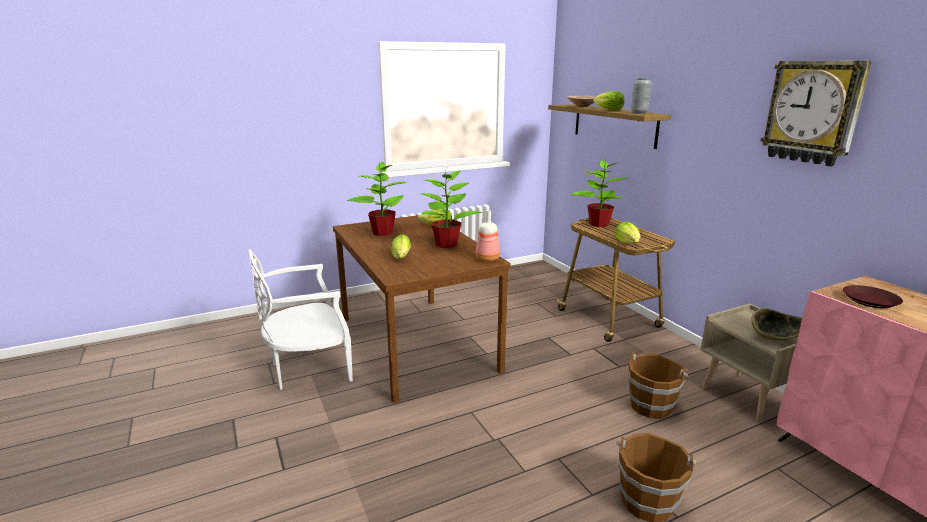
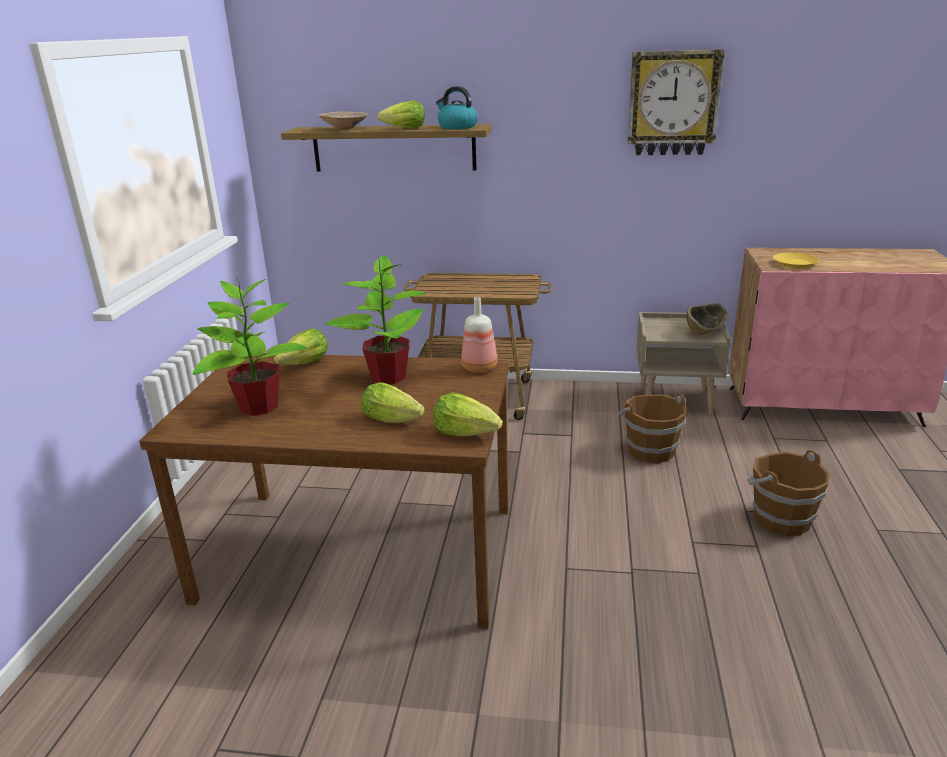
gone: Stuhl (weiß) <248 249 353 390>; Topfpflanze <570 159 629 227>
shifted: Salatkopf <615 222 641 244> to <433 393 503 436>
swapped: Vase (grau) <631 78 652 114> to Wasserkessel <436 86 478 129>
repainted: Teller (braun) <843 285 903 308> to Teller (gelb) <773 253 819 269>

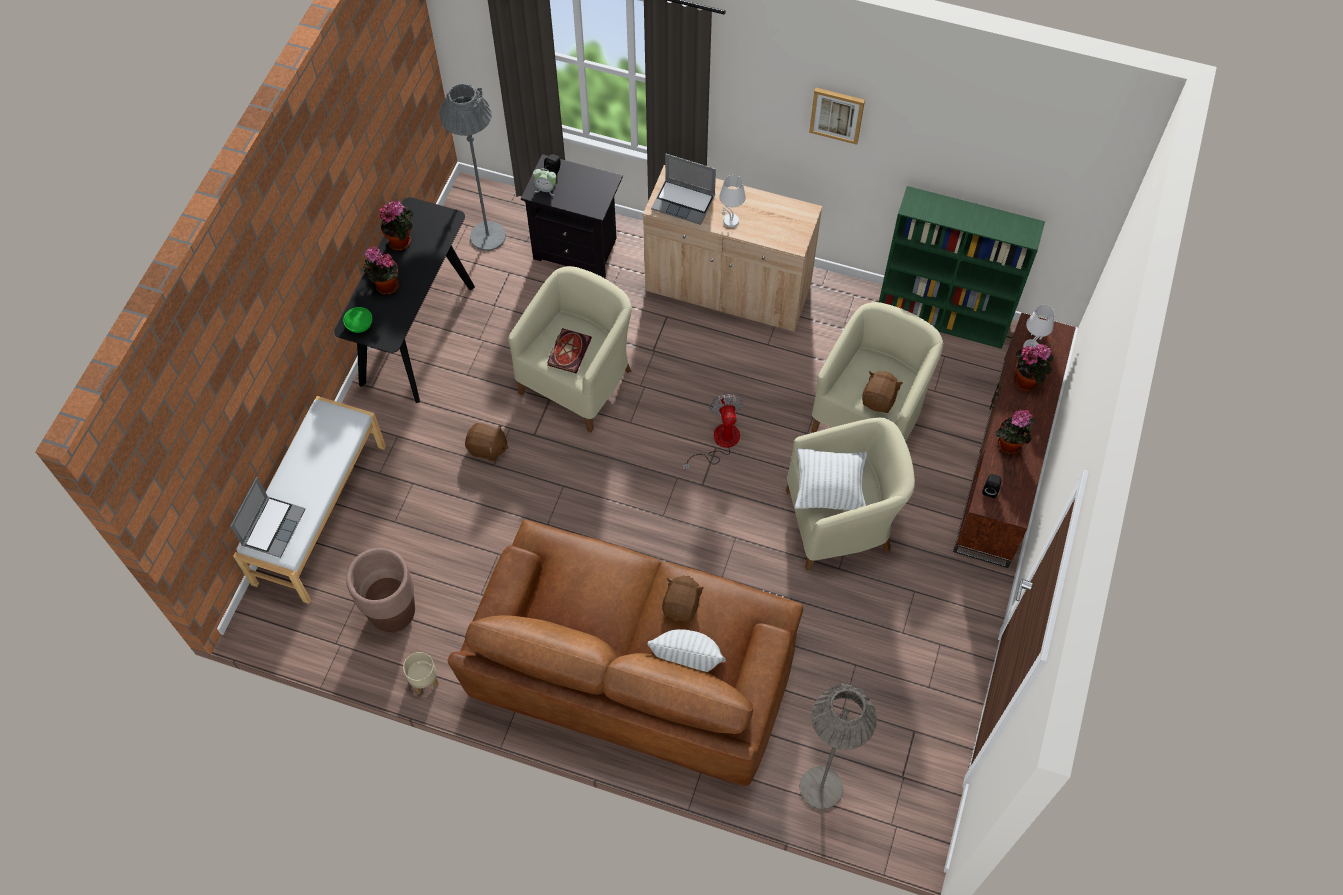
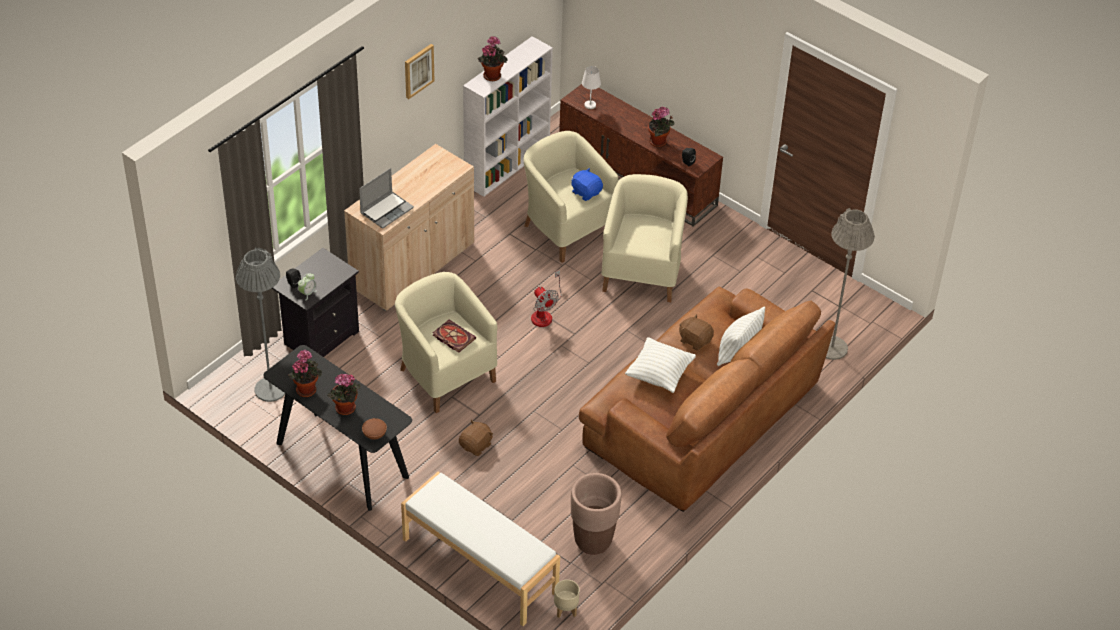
gone: Laptop <231 477 305 558>; Tischlampe (weiß) <719 175 746 228>
shifted: Pflanzkübel (beige) <403 652 439 694> to <554 580 580 618>; Kissen (weiß) <794 448 867 510> to <625 337 696 393>; Topfpflanze <1014 344 1053 391> to <478 36 507 81>
repainted: Schüssel (grün) <343 307 372 333> to Schüssel (braun) <362 418 387 440>; Plüschtier (braun) <862 371 903 413> to Plüschtier (blau) <571 168 603 201>; Bücherregal (grün) <879 186 1045 349> to Bücherregal (weiß) <463 36 553 197>
rotated: Ventilator <683 394 743 470> = <531 270 562 327> 135 degrees counterclockwise

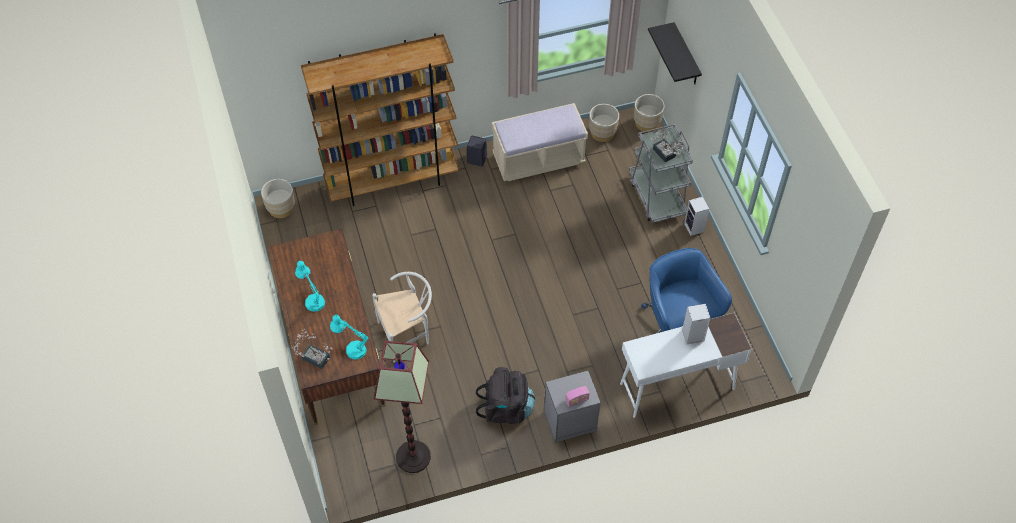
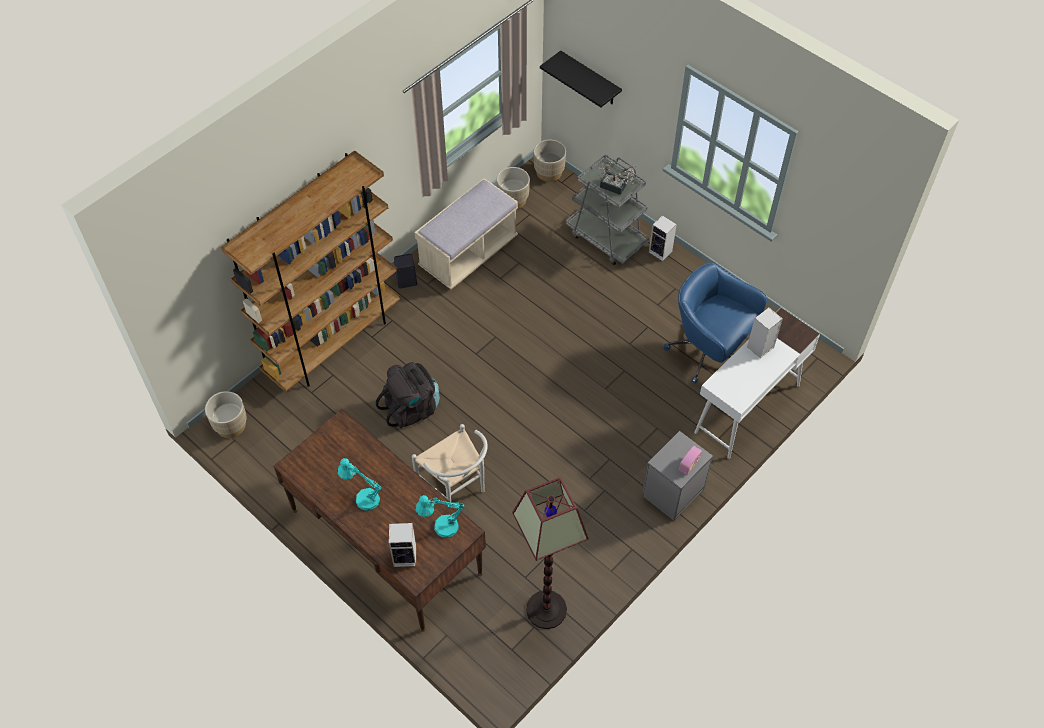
shifted: Rucksack (schwarz) <476 367 535 424> to <376 362 440 429>
swapped: Topfpflanze <291 329 333 369> to Lautsprecher <389 523 416 567>
rotated: Stuhl (weiß) <372 272 432 363> = <412 424 487 502> 105 degrees clockwise

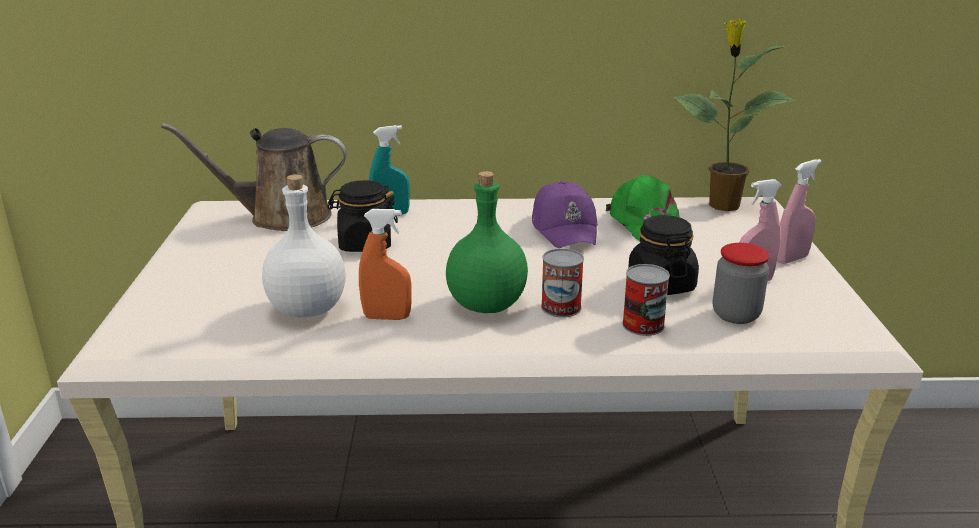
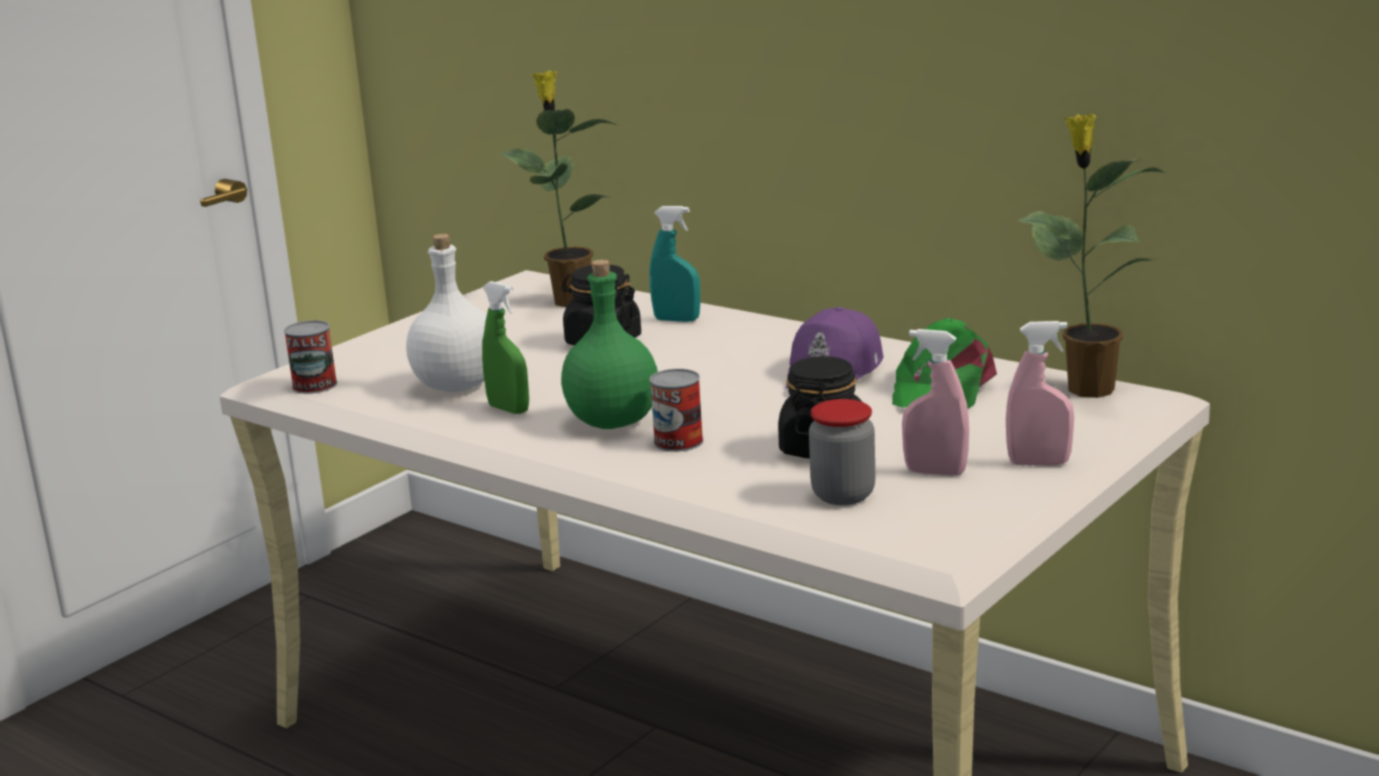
shifted: Dose <622 264 670 336> to <284 320 337 394>
swapped: Gießkanne (braun) <161 123 347 231> to Topfpflanze <500 71 620 307>
repainted: Sprühflasche (orange) <359 209 412 320> to Sprühflasche (grün) <482 281 529 414>

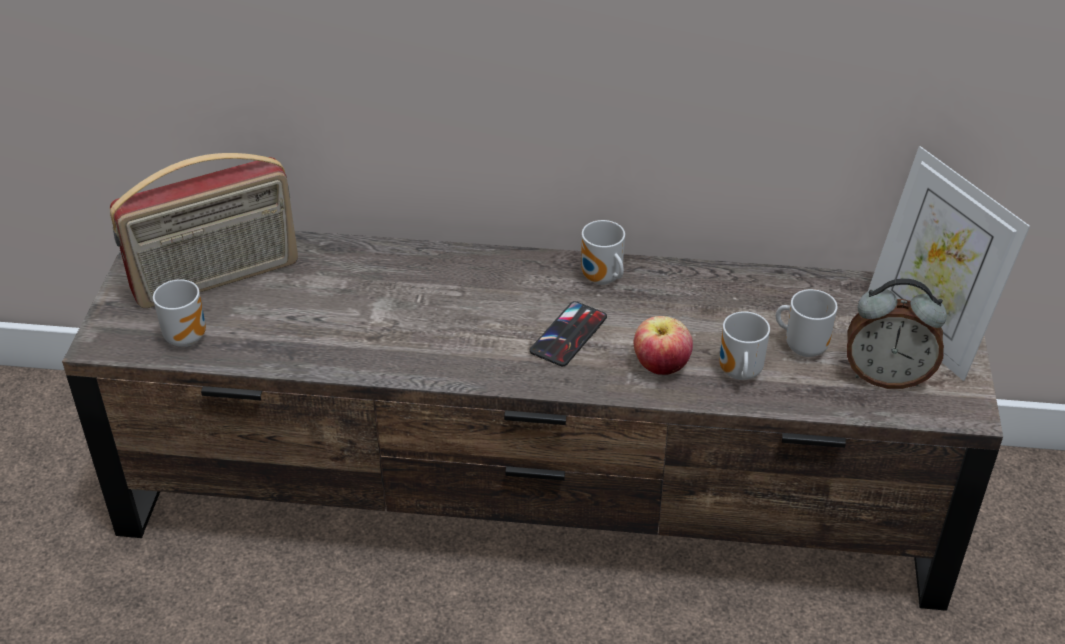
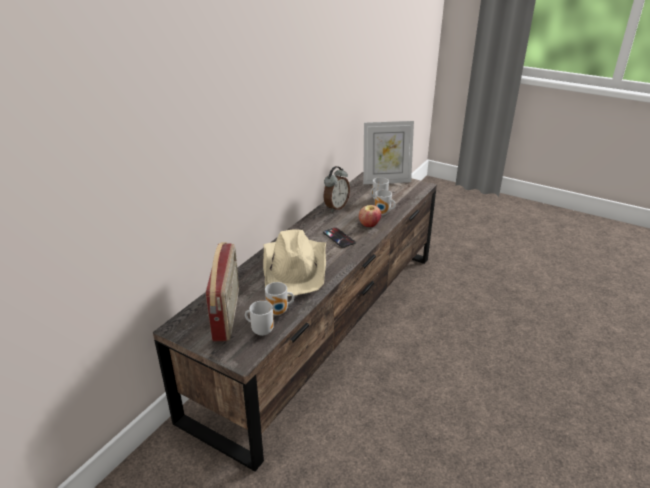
new: Hut (beige) <263 229 326 296>
shifted: Henkelbecher <581 220 625 285> to <265 282 294 315>; Wecker <847 278 947 389> to <324 166 350 212>

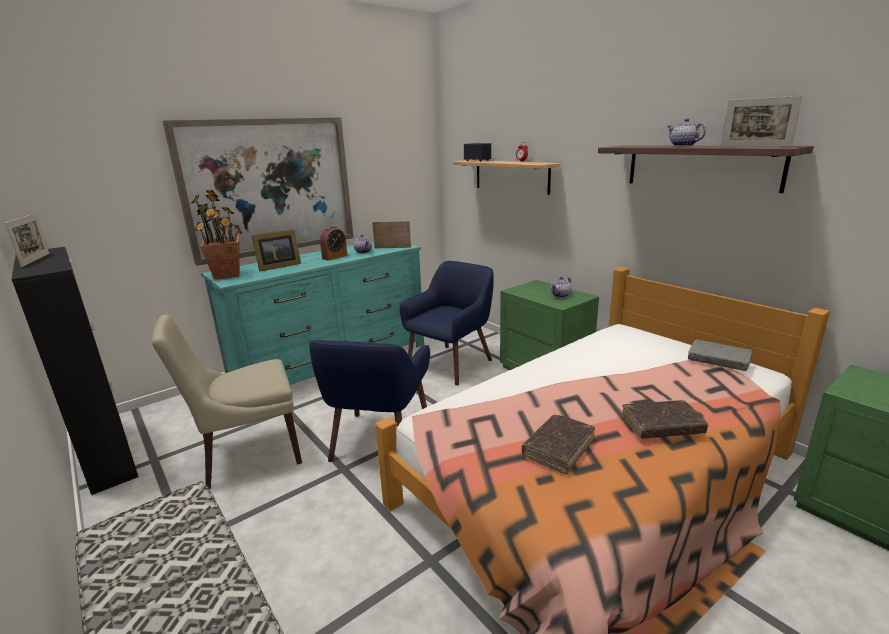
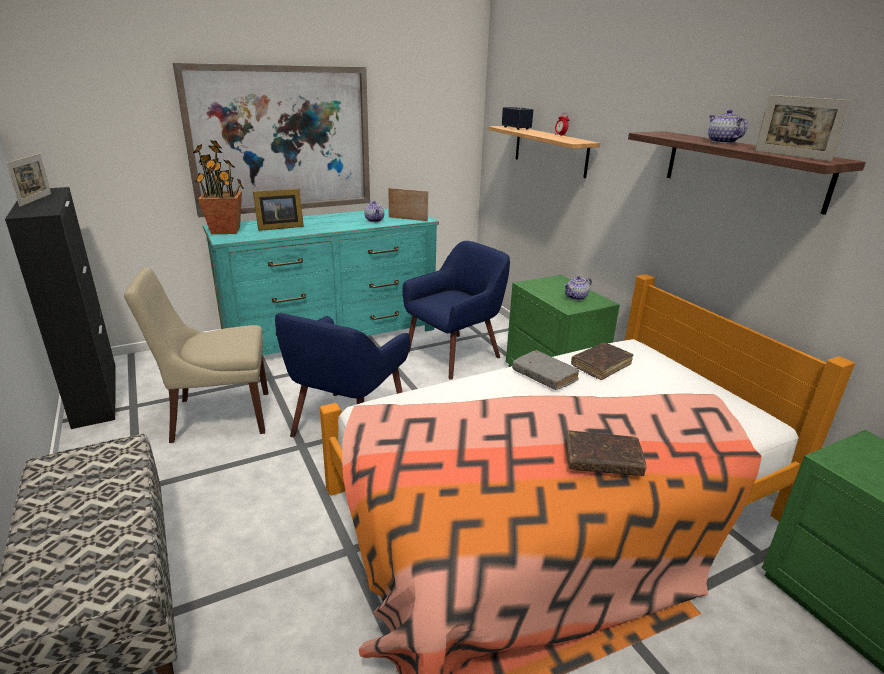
gone: Wecker <320 226 348 261>
shifted: Buch (braun) <522 415 595 474> to <571 343 633 380>; Buch (grau) <688 339 753 371> to <512 350 579 390>

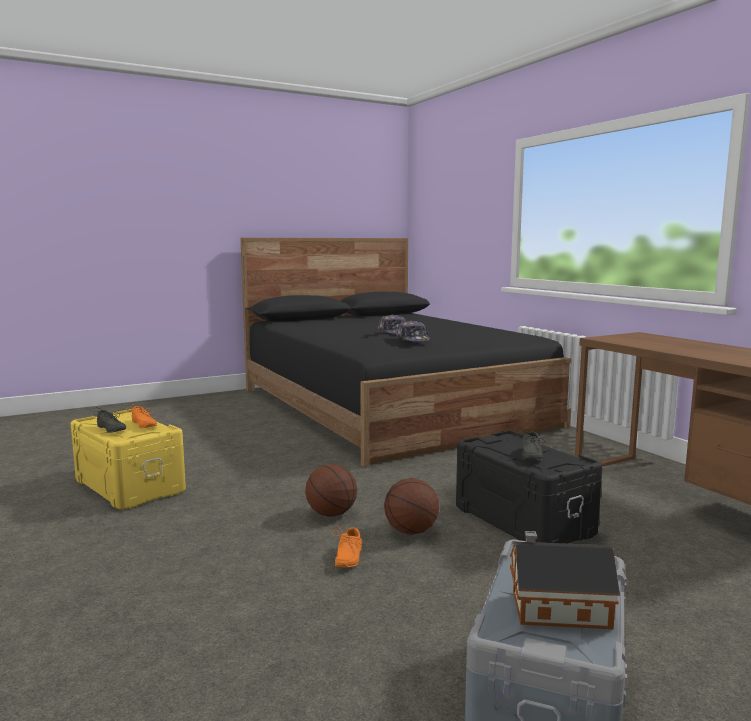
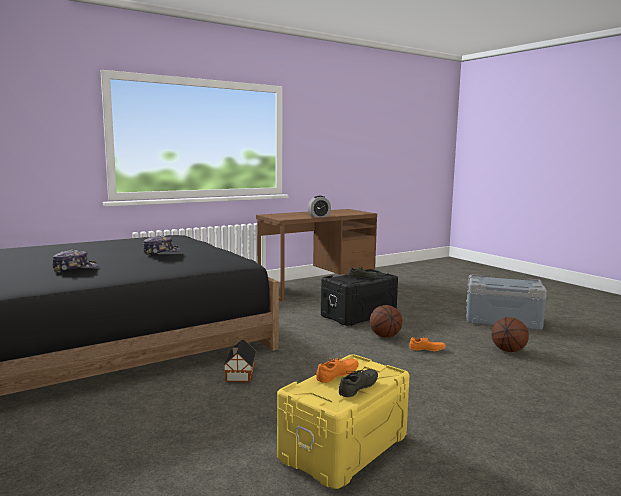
new: Wecker <308 196 331 217>
shifted: Basketball <305 464 357 517> to <491 317 529 352>; Kappe <396 320 430 342> to <52 250 99 272>; Spielzeughaus <510 531 620 630> to <223 340 256 382>

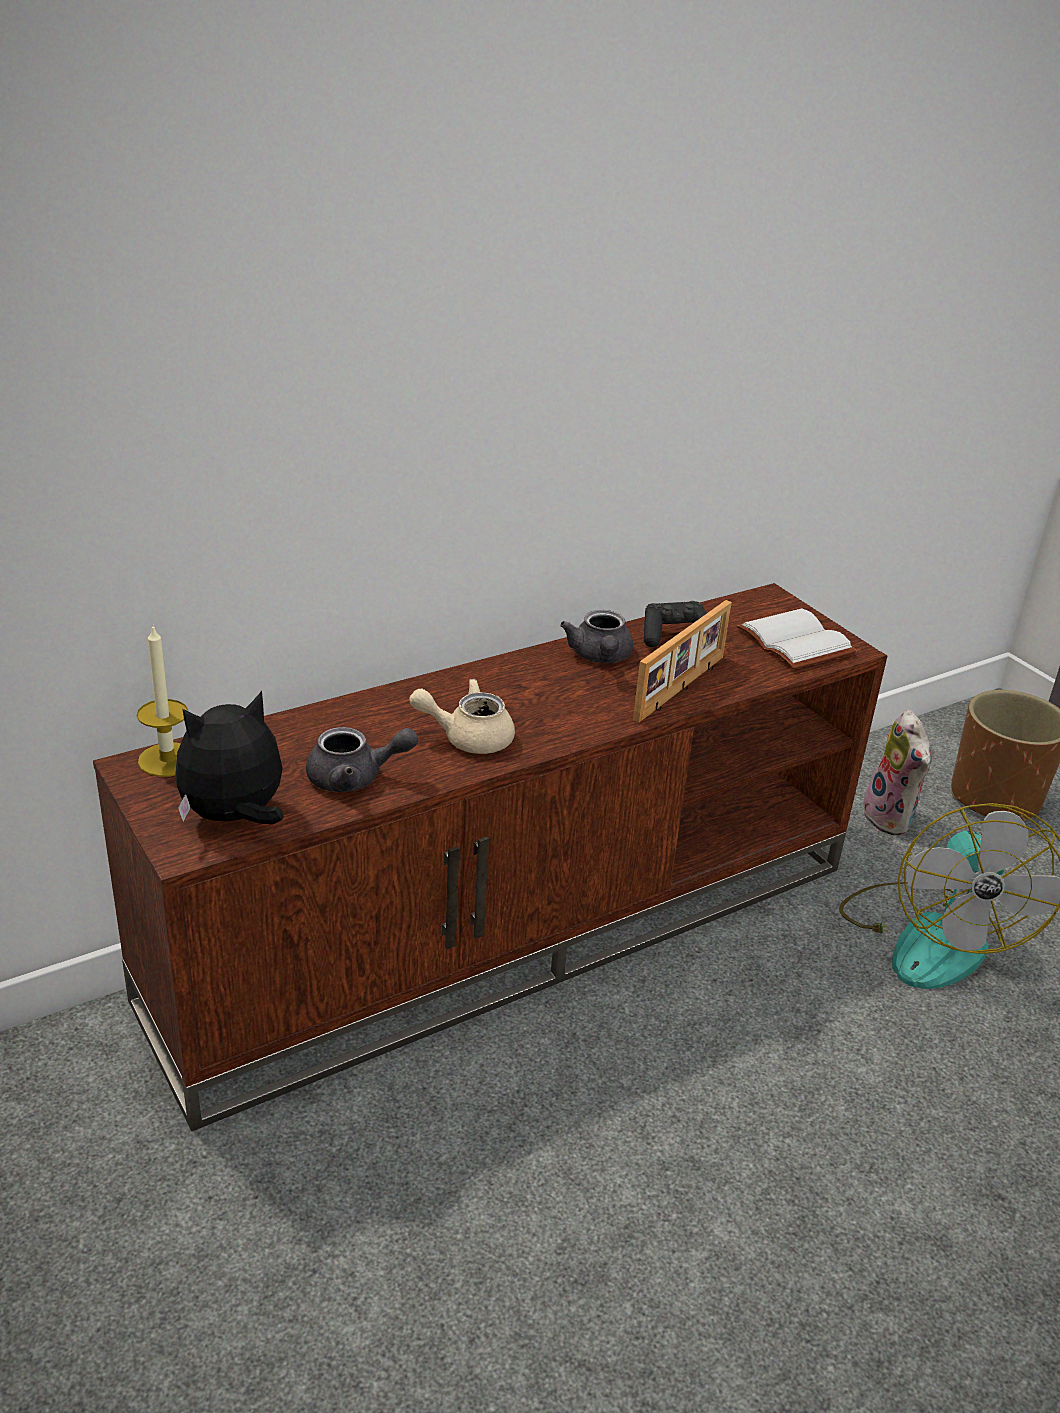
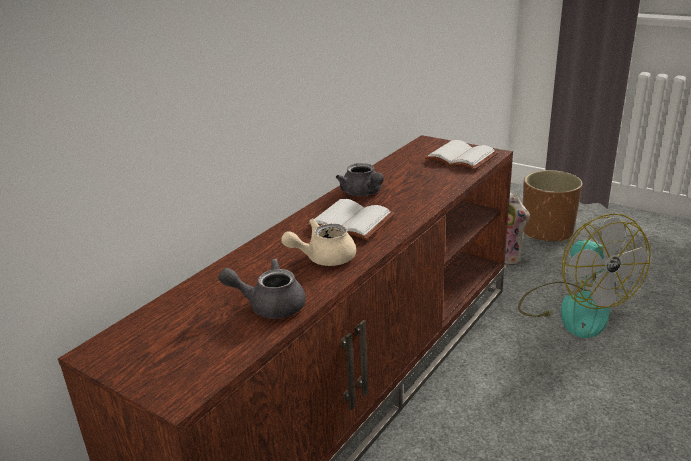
gone: Kerze <137 627 188 777>; Plüschtier <175 691 284 824>; Bilderrahmen <633 600 732 723>; Gamepad (schwarz) <644 601 707 647>
new: Buch (weiß) <307 199 395 240>
rotated: Teekanne (grau) <306 727 418 792> = <218 259 306 319> 150 degrees counterclockwise

